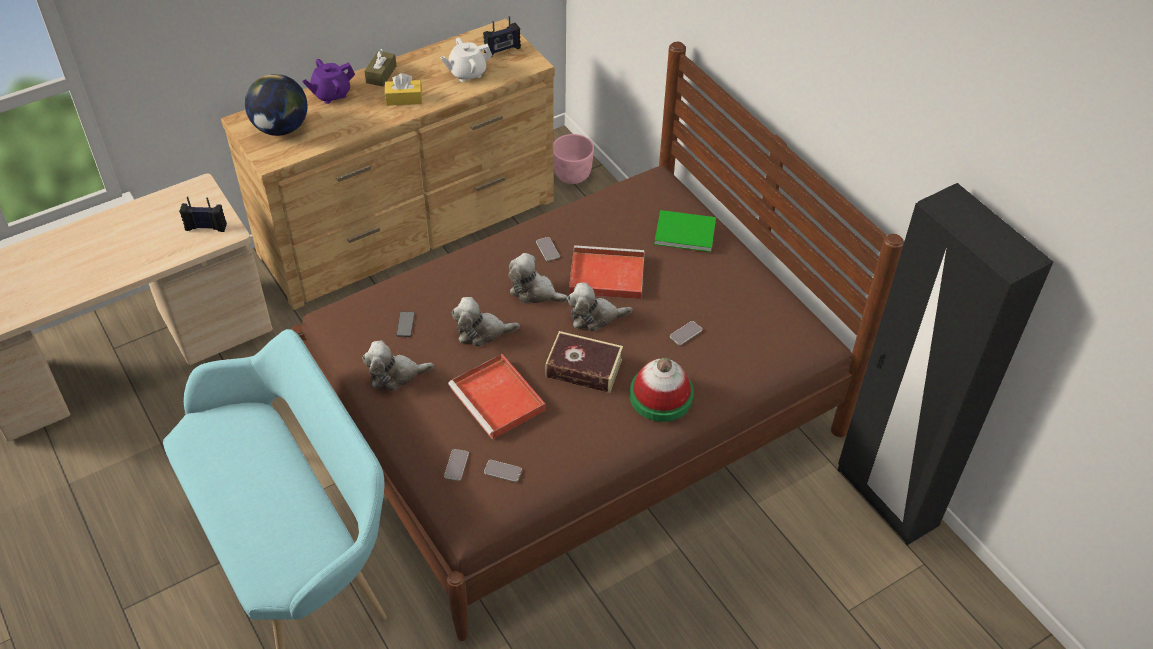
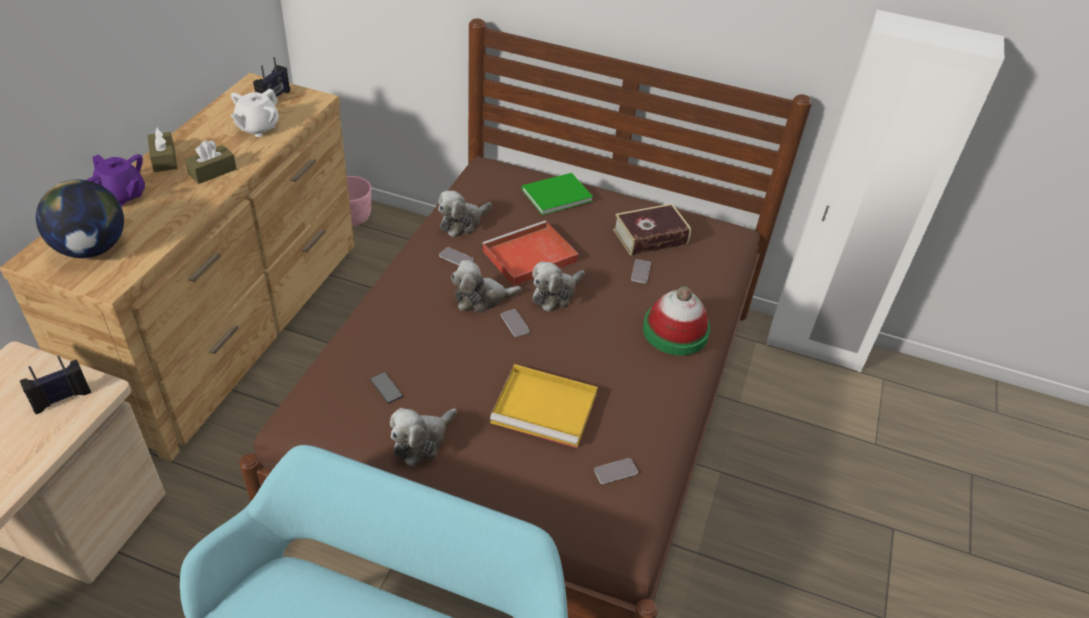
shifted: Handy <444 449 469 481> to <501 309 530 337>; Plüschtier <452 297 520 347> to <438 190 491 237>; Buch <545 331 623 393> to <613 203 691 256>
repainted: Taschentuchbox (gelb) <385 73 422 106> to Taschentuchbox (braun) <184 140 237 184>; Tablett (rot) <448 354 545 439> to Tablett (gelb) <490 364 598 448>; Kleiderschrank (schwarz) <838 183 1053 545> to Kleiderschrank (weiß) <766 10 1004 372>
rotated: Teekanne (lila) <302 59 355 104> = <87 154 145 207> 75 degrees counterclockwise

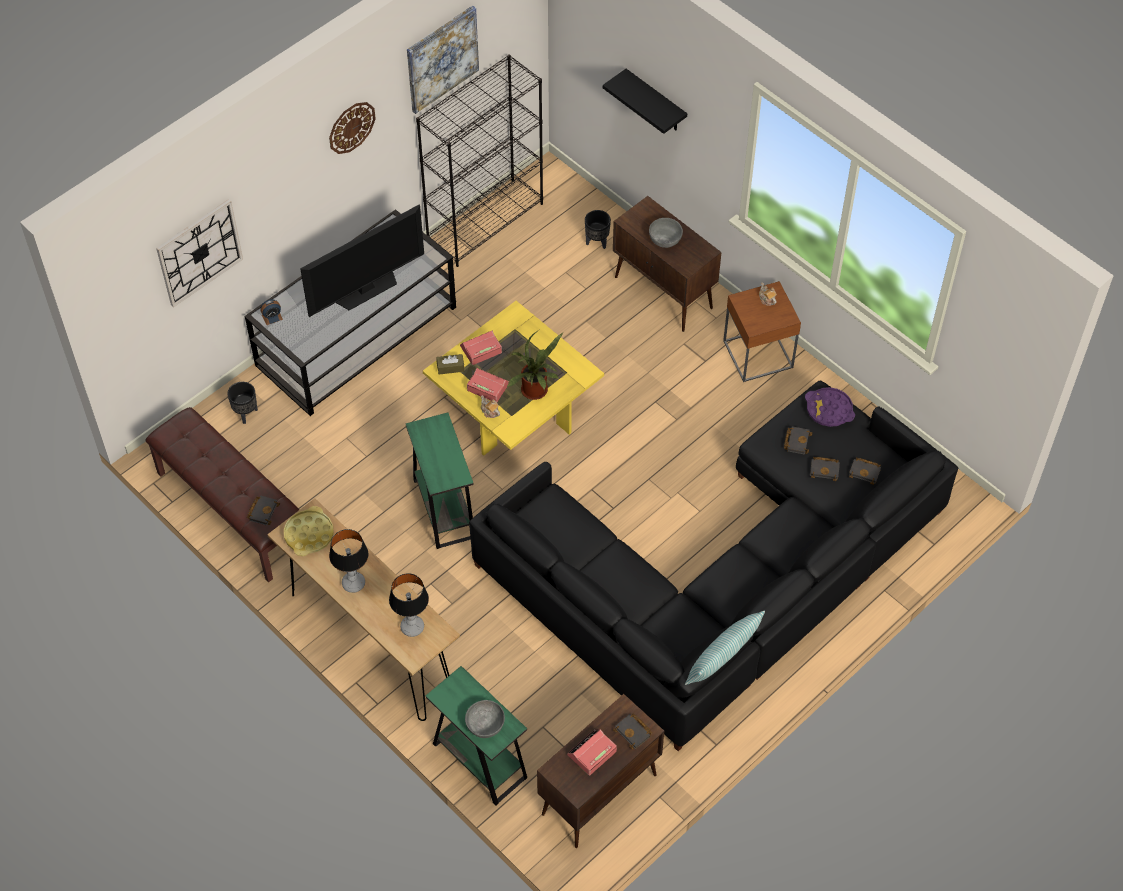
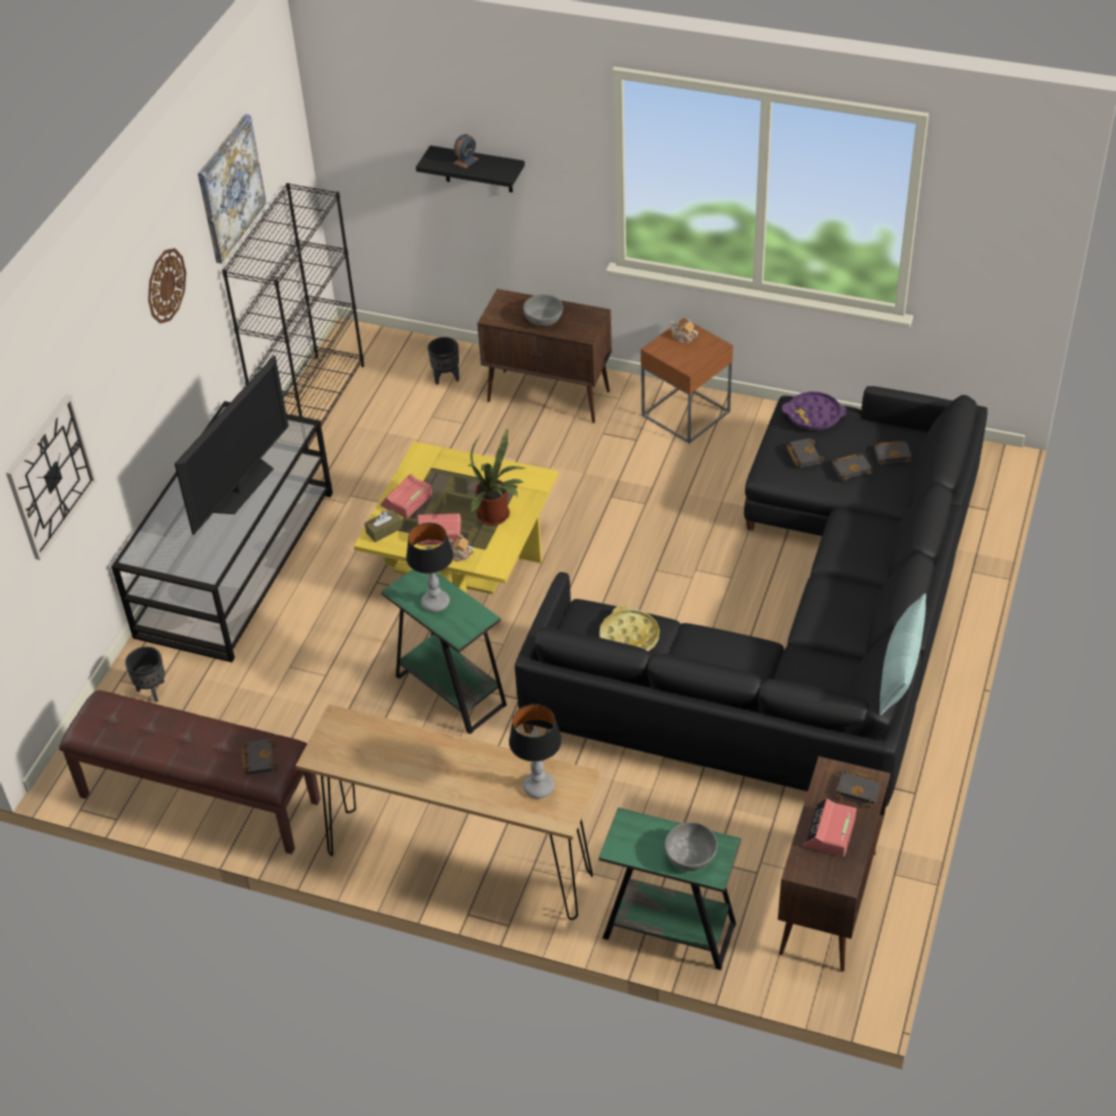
shifted: Wecker <261 299 283 325> to <454 134 479 168>; Tablett (gelb) <284 506 334 556> to <599 606 659 651>; Tischlampe <329 529 368 593> to <406 522 454 612>

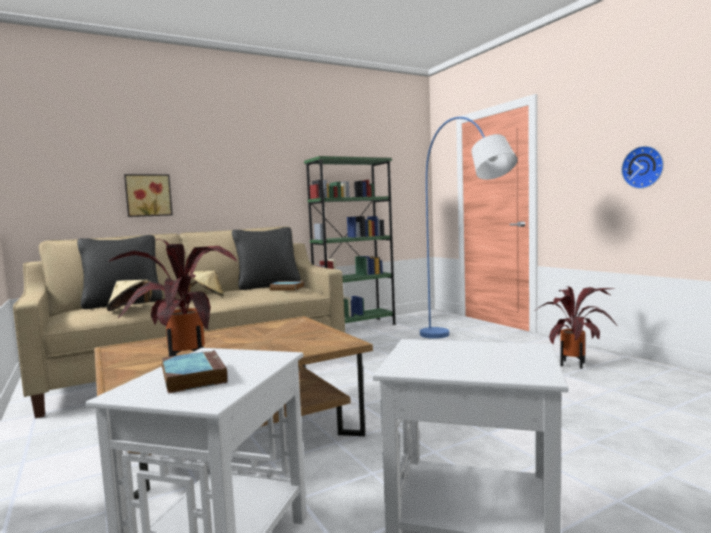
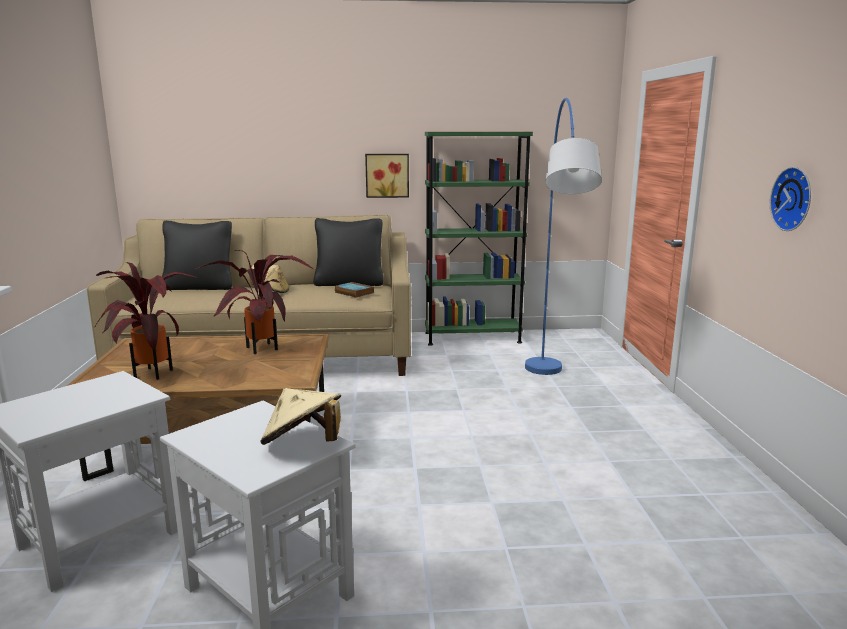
gone: Buch <162 350 228 394>
shifted: Hut (beige) <107 279 152 311> to <261 388 341 445>; Bild <124 174 173 217> to <365 154 409 198>; Topfpflanze <534 287 618 369> to <194 250 314 354>

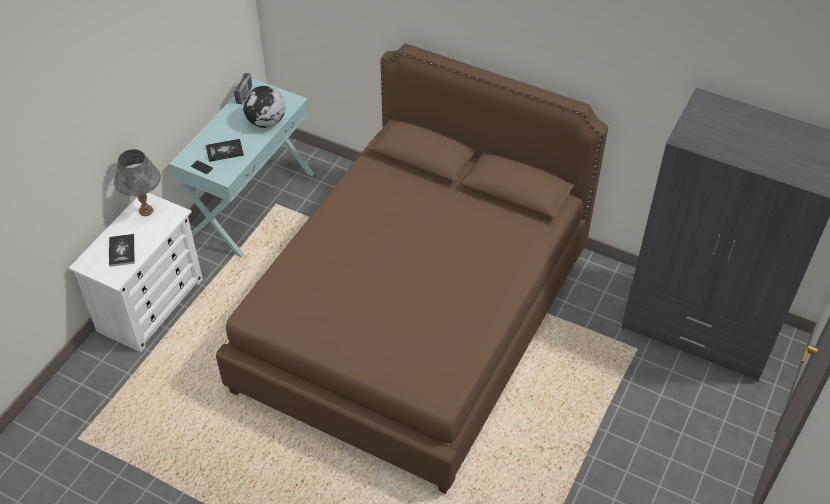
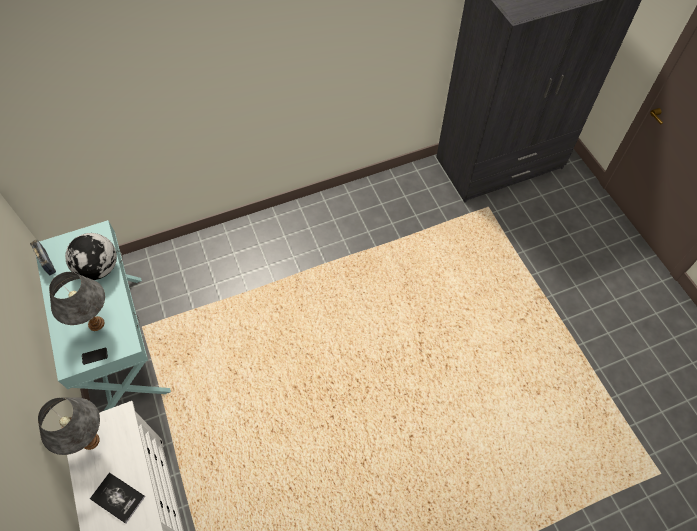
gone: Bett (braun) <216 44 608 494>
swapped: Buch <206 139 244 162> to Tischlampe (grau) <49 272 105 331>

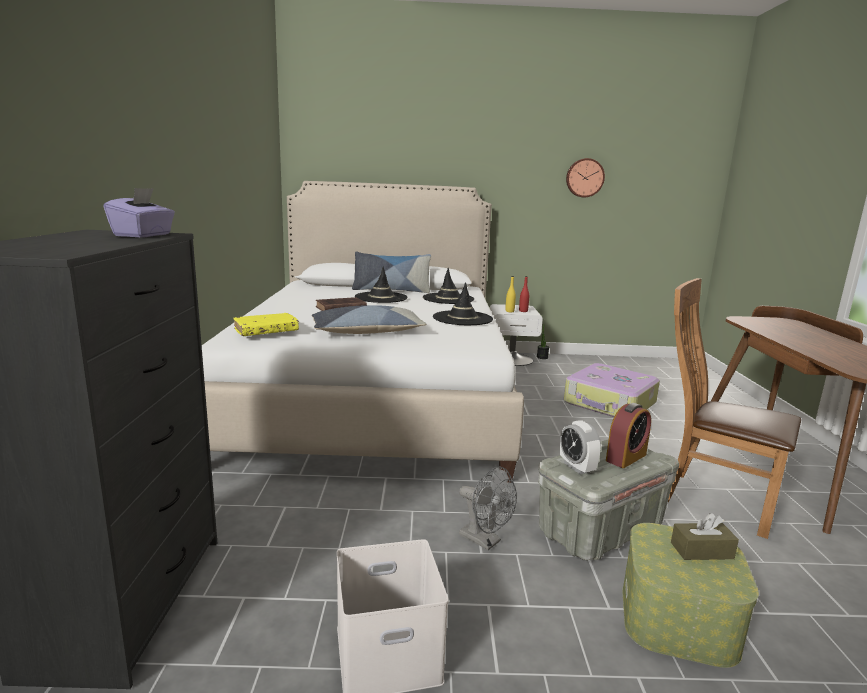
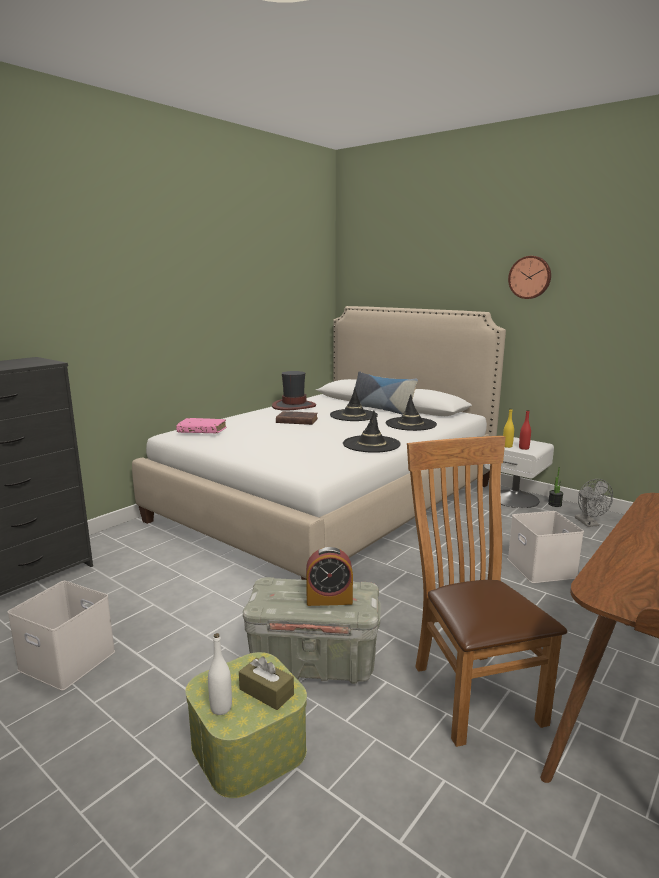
gone: Taschentuchbox (lila) <103 188 175 237>; Kissen <312 305 427 334>; Wecker <560 420 601 475>
new: Flasche (weiß) <208 633 232 715>; Hut <272 371 316 411>
shifted: Ventilator (grau) <459 467 517 550> to <575 479 613 527>; Wanduhr <566 158 605 197> to <508 256 551 299>
swapped: Koffer <564 363 660 417> to Aufbewahrungsbox (weiß) <508 511 584 583>
repainted: Buch (gelb) <233 313 299 336> to Buch (rosa) <176 418 226 434>

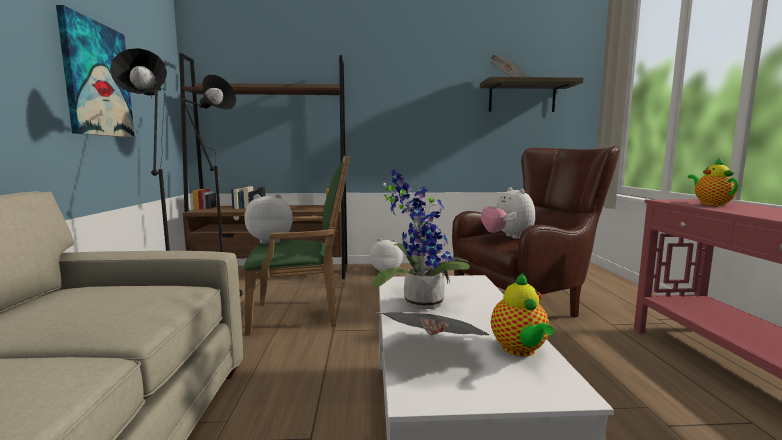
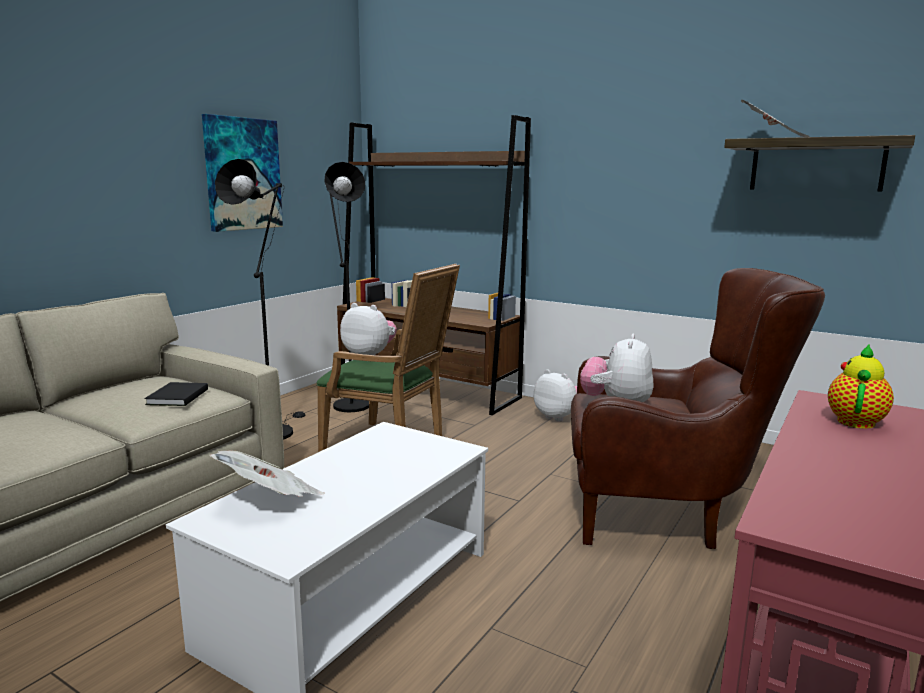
gone: Topfpflanze <372 169 471 309>; Teekanne <491 273 554 357>
new: Buch (schwarz) <144 382 208 406>

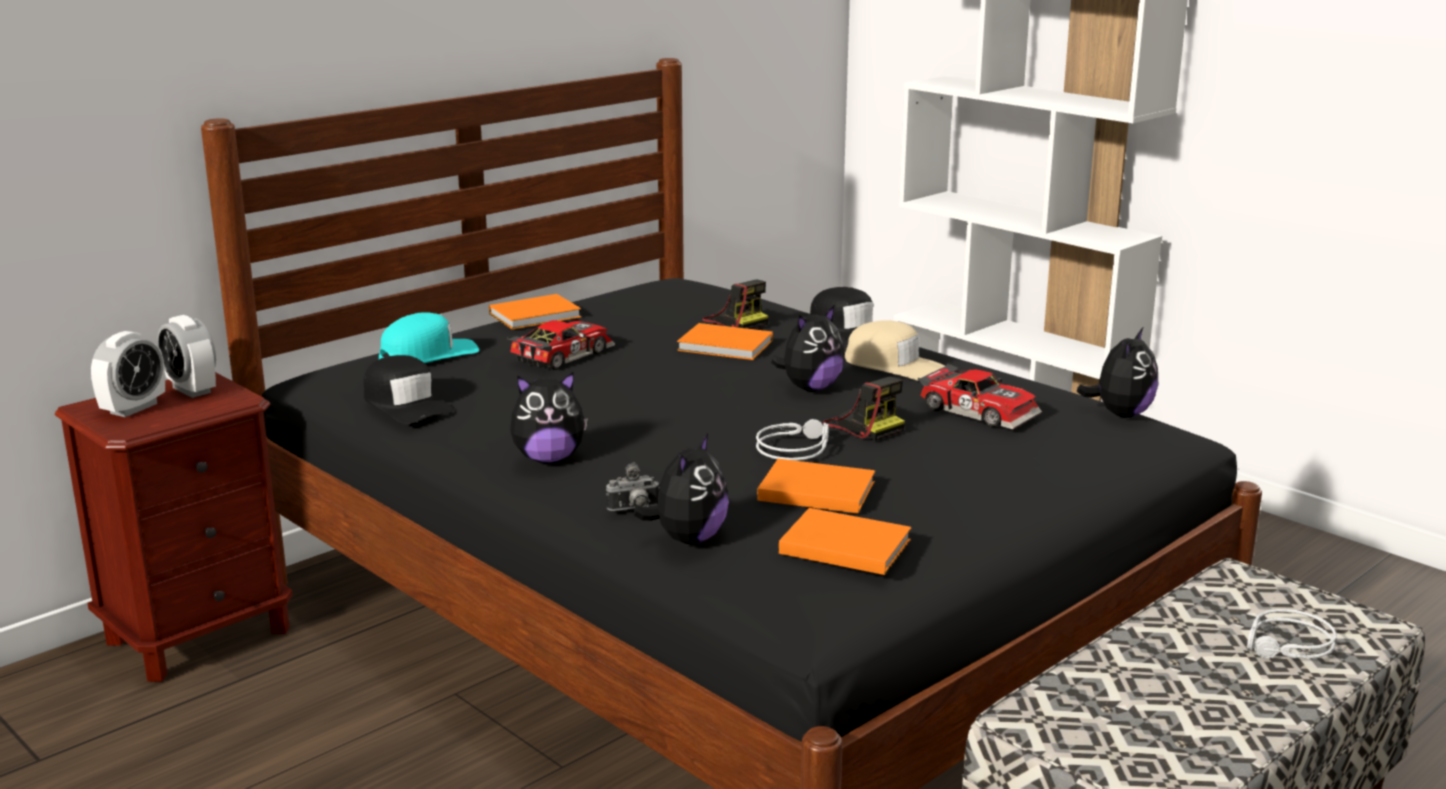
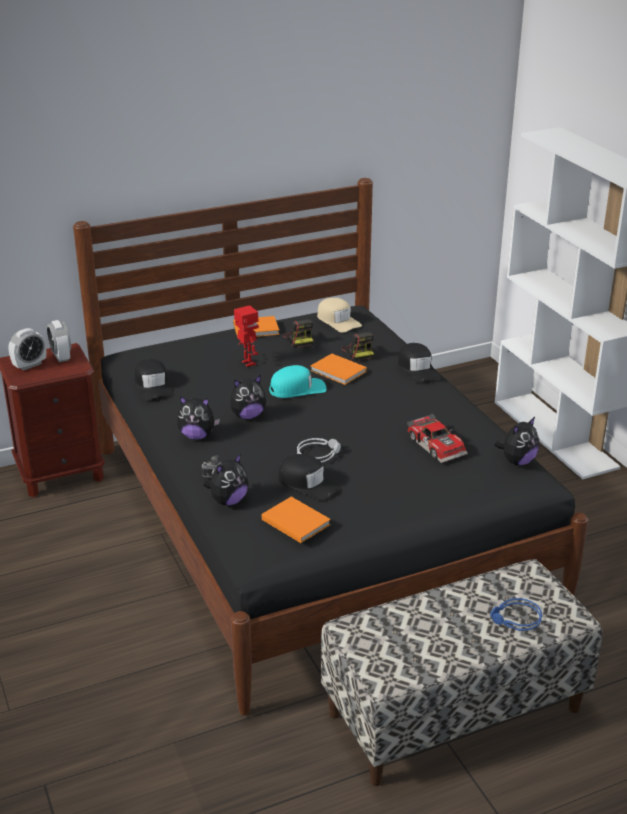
shifted: Kappe (türkis) <379 312 479 363> to <269 365 327 398>; Plüschtier <771 306 845 391> to <230 375 266 419>; Kamera <823 377 905 441> to <283 319 313 348>; Kappe (beige) <845 320 945 381> to <317 298 362 333>
swapped: Spielzeugauto <507 320 615 370> to Spielzeugroboter <234 305 259 367>; Buch (orange) <757 459 875 514> to Kappe (schwarz) <278 454 341 501>
repainted: Kopfhörer (grau) <1247 609 1337 659> to Kopfhörer (blau) <490 598 542 631>

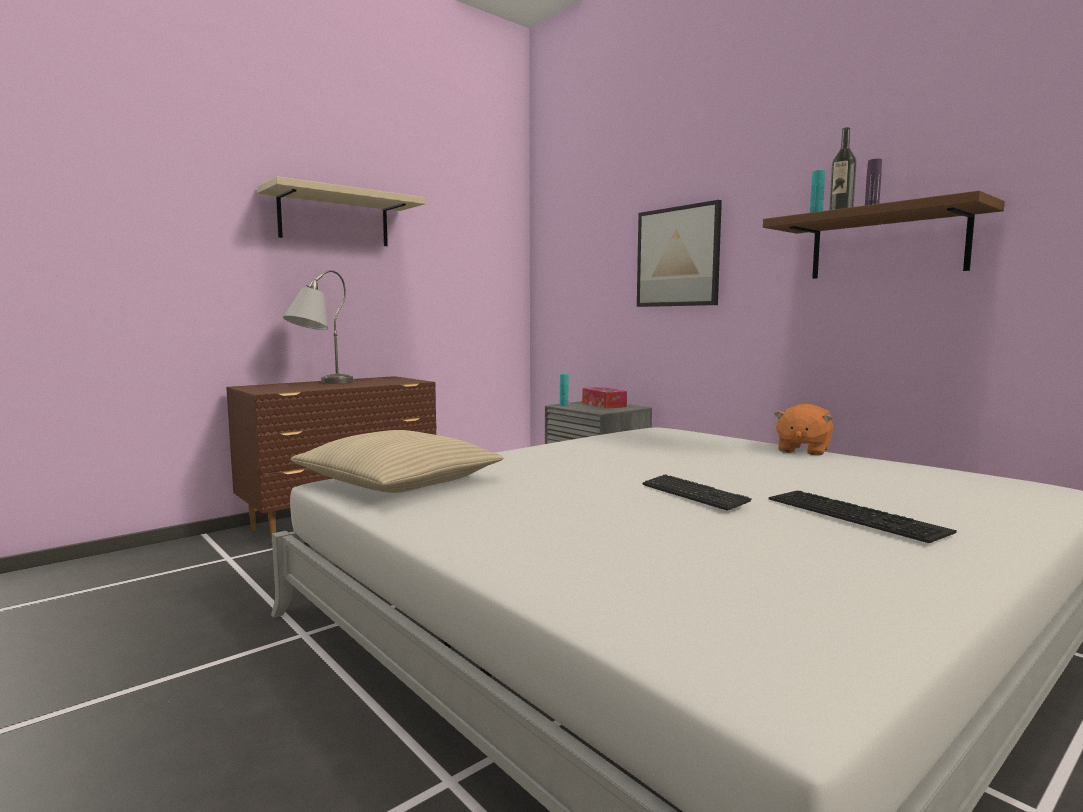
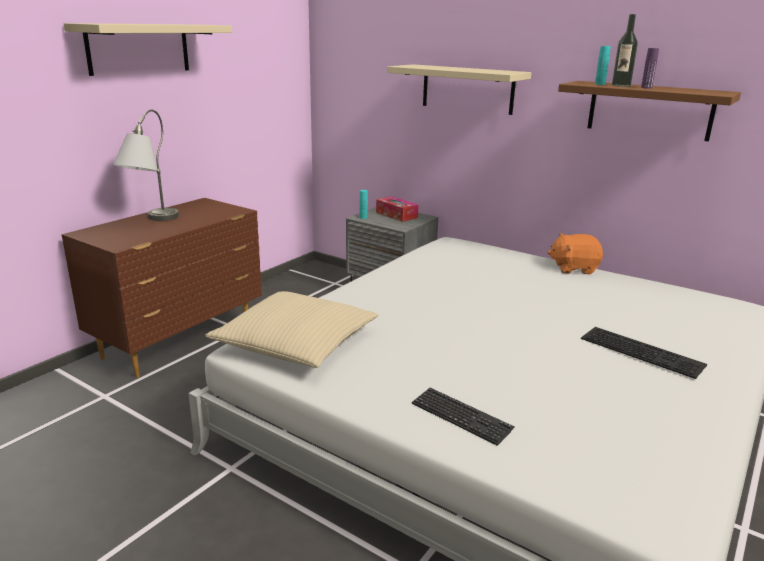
shifted: Tastatur <643 474 752 511> to <412 388 515 446>
swapped: Bild <637 200 722 307> to Wandregal (beige) <387 64 532 115>
rotated: Plüschtier (orange) <774 404 833 455> = <548 233 603 274> 75 degrees clockwise

